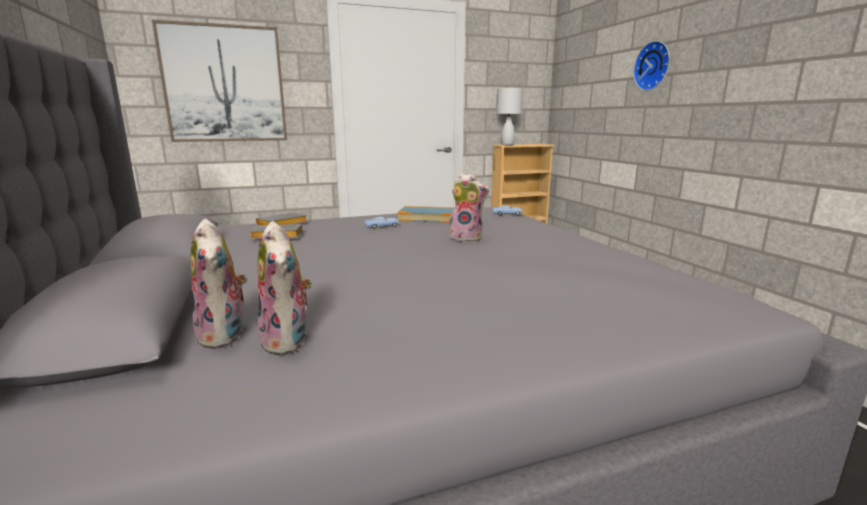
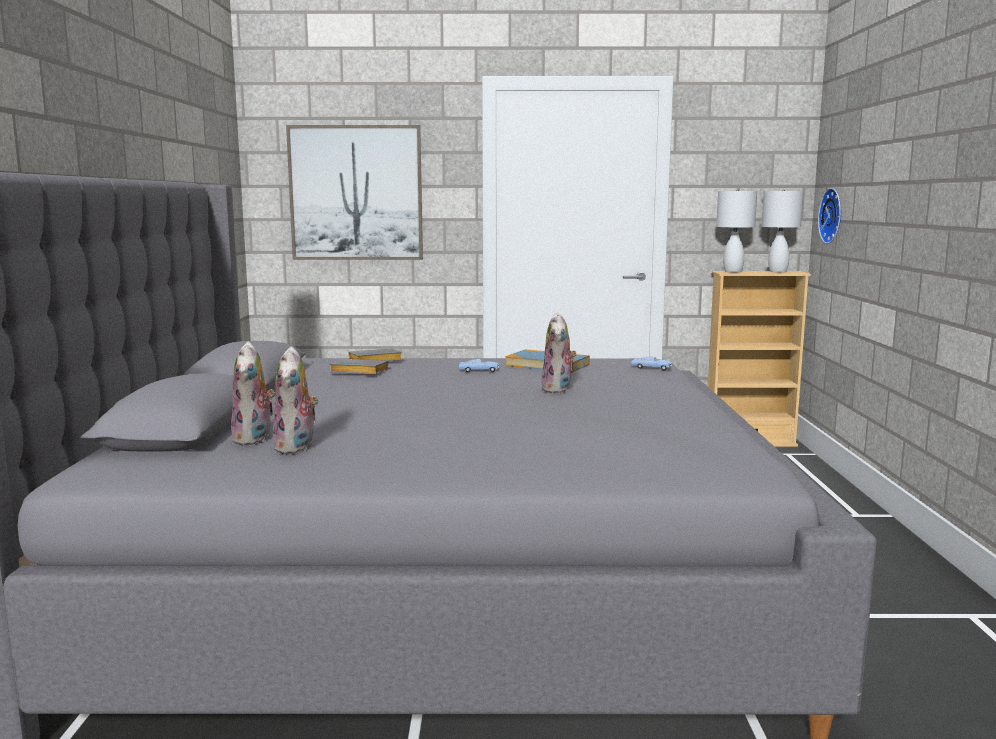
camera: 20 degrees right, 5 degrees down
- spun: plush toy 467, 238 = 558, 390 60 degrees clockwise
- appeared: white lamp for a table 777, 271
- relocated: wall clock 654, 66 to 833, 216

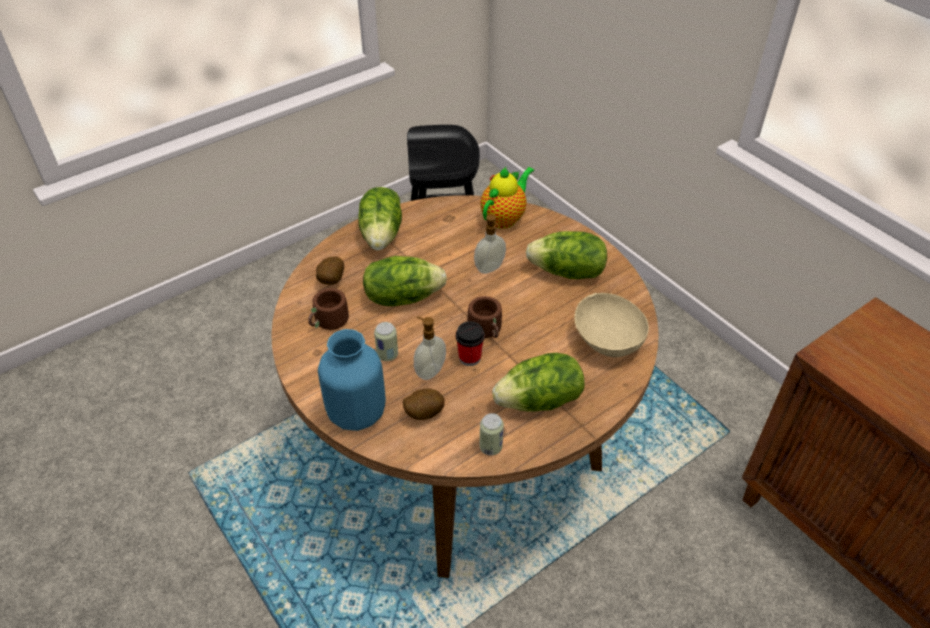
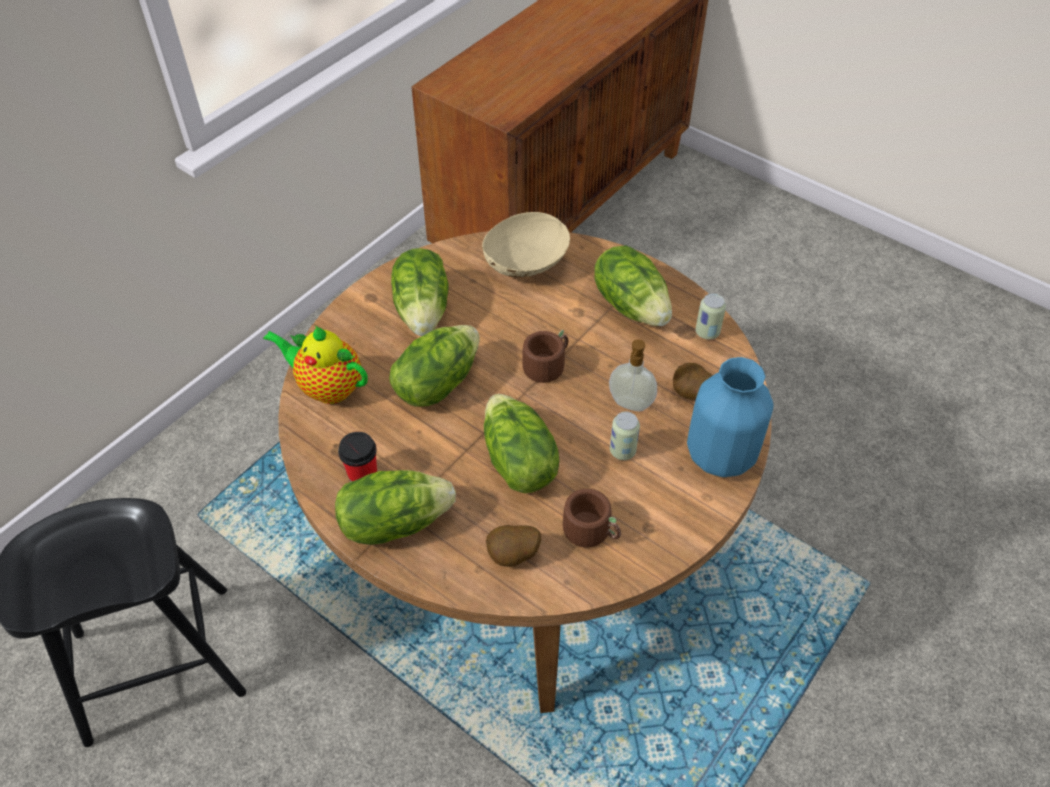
camera: 105 degrees left, 5 degrees up
- relocated: cup 469, 357 to 363, 475
- exchanged: soap bottle 490, 268 to lettuce 436, 383

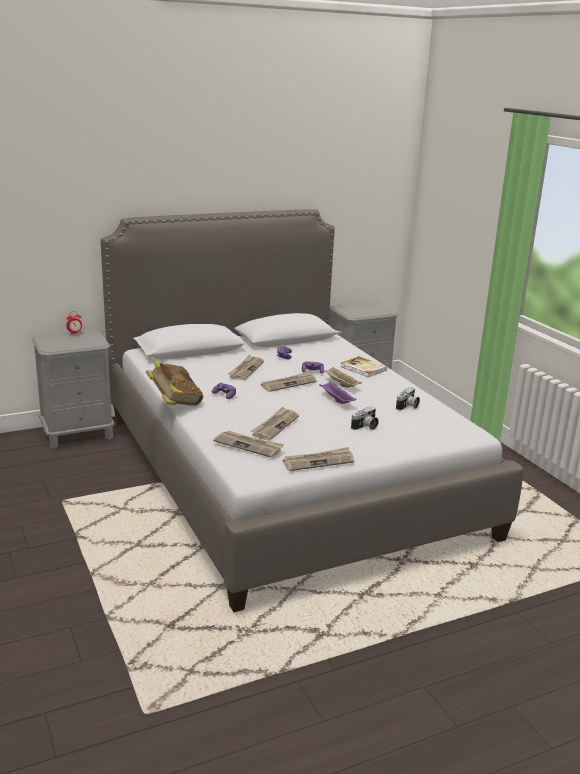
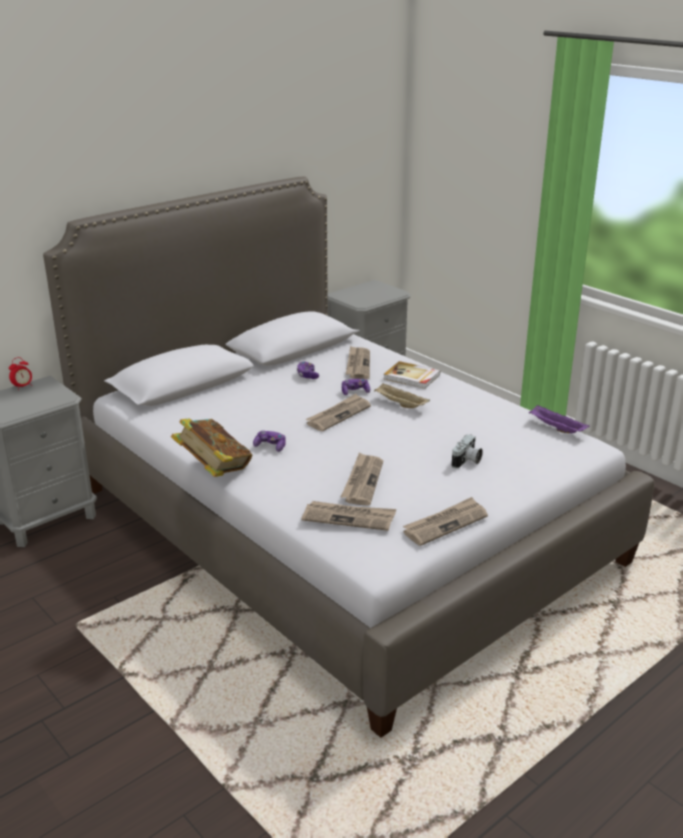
camera: 15 degrees left, 5 degrees up
- relocated: printed paper 246, 369 to 358, 364
- relocated: purplish serving tray 336, 400 to 555, 428
- missing: still camera 407, 407

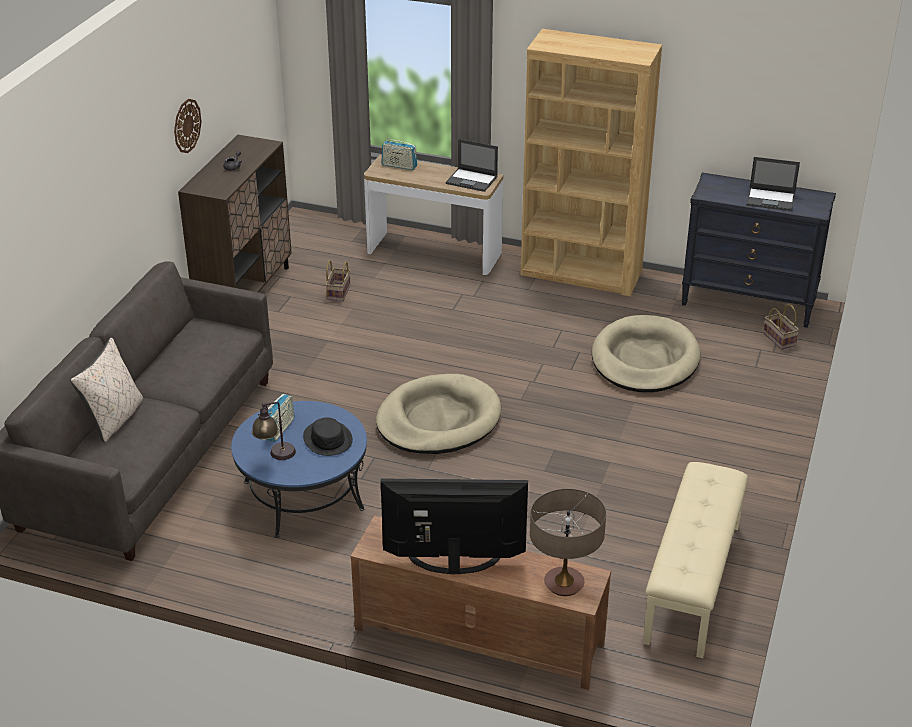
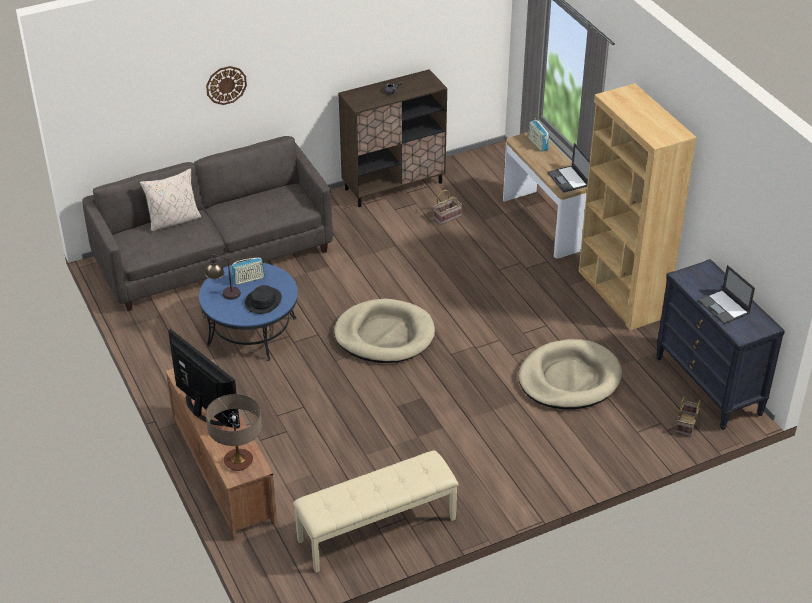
camera: 45 degrees right, 5 degrees up
- relocated: wall clock 186, 125 to 226, 85

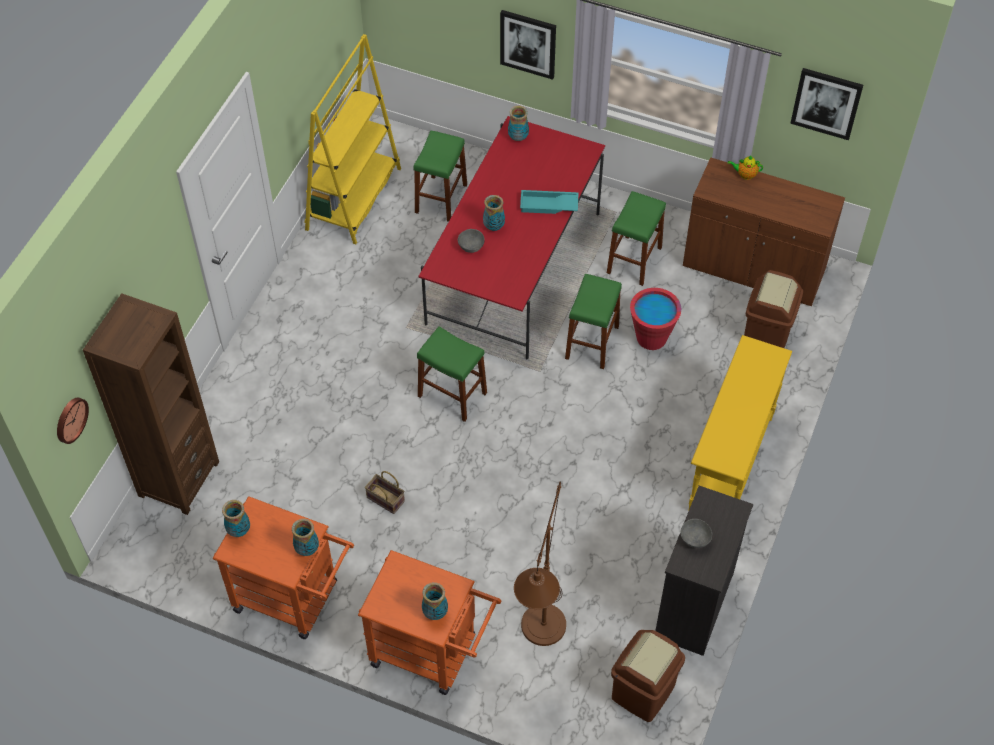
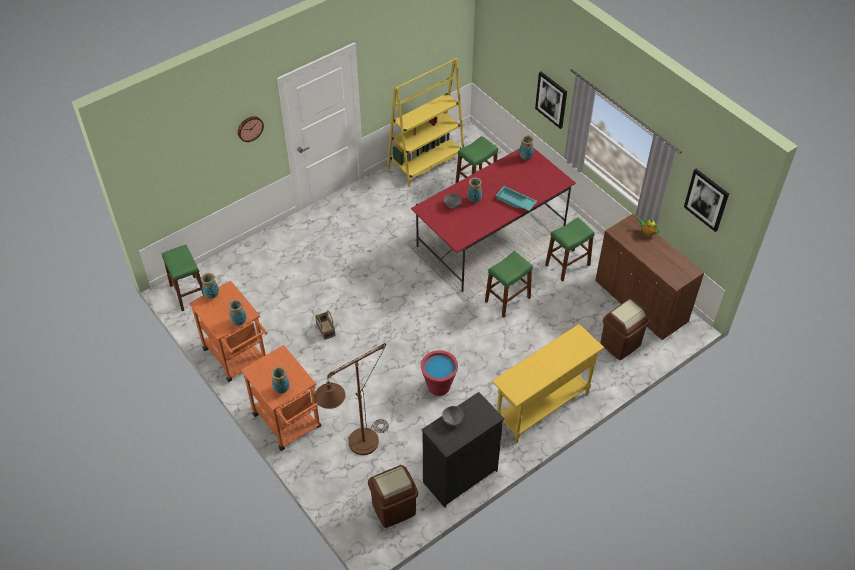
camera: 30 degrees right, 5 degrees down
- relocated: green-coloured stool 452, 394 to 188, 293
- relocated: wall clock 70, 419 to 249, 128
- relocated: red-coloured bucket 651, 337 to 439, 386
- missing: brown bookcase 178, 478

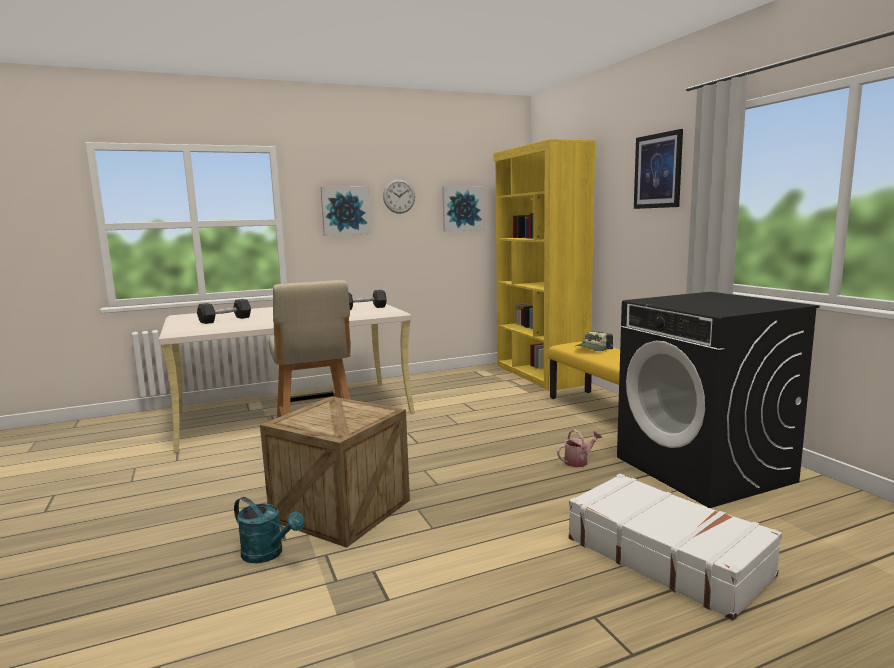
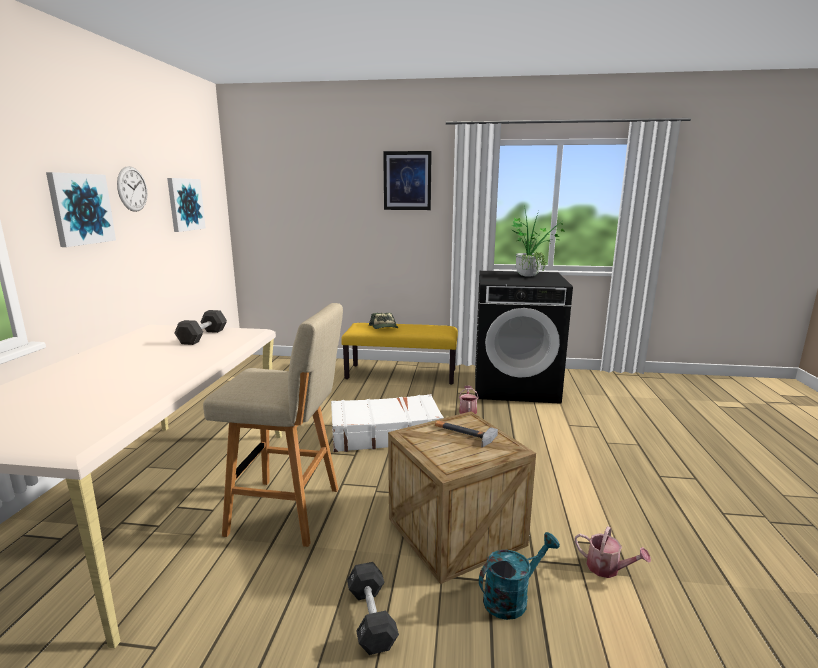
camera: 60 degrees left, 5 degrees up
- relocated: white suitcase 666, 556 to 385, 434
- relocated: black free weight 225, 320 to 371, 618
- appeared: hammer 463, 434
- appeared: plant in a pot 530, 275
- appeared: watering can 607, 568
- missing: yellow bookcase 540, 375

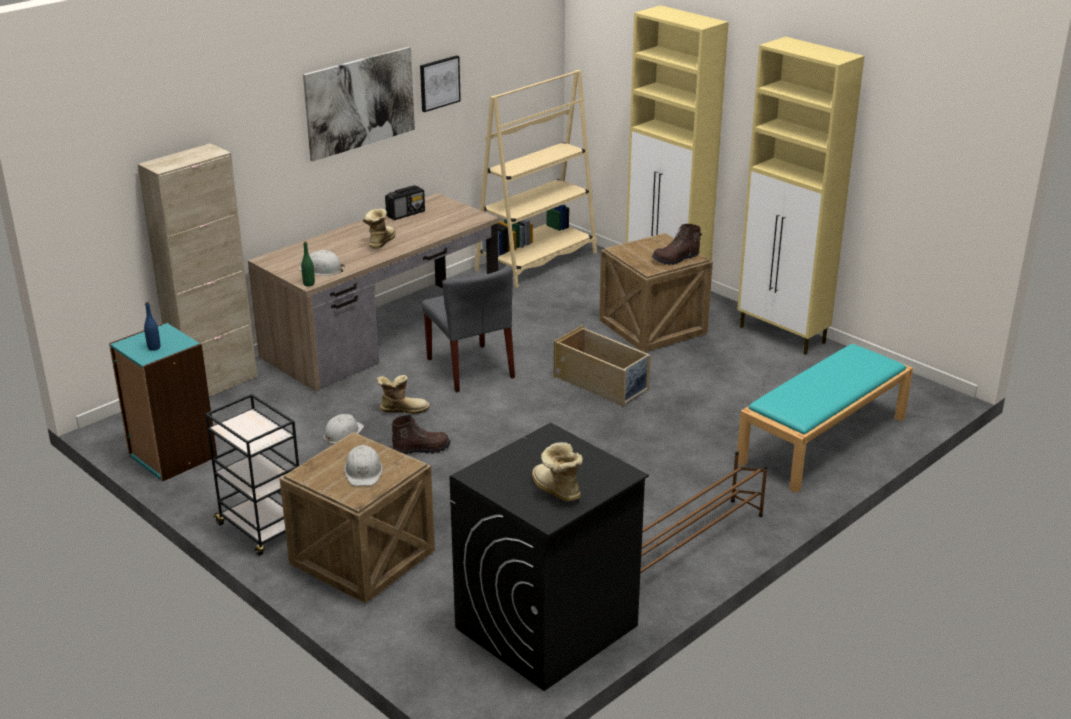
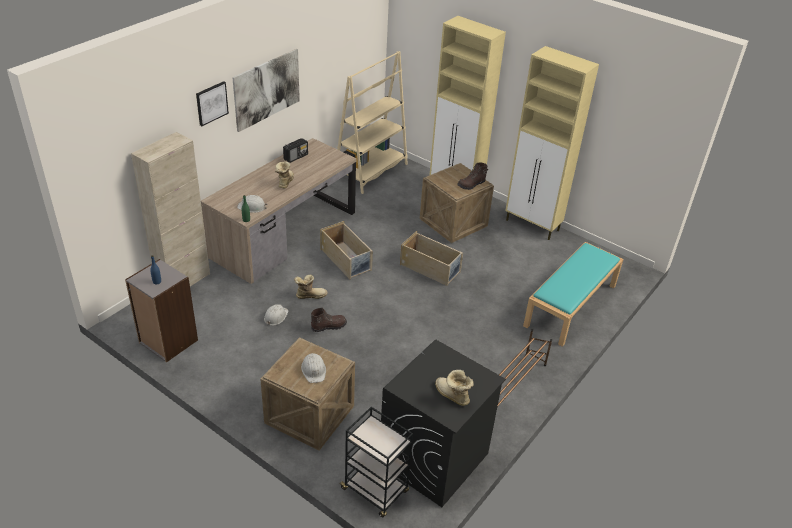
camera: 10 degrees left, 10 degrees up
- colour: blue-green bookcase 172, 456 to grey bookcase 168, 341
- relocated: picture 439, 83 to 211, 103
- exchanged: grey plain chair 470, 368 to sand-coloured storage container 346, 260
- relocated: black trolley 263, 529 to 375, 491

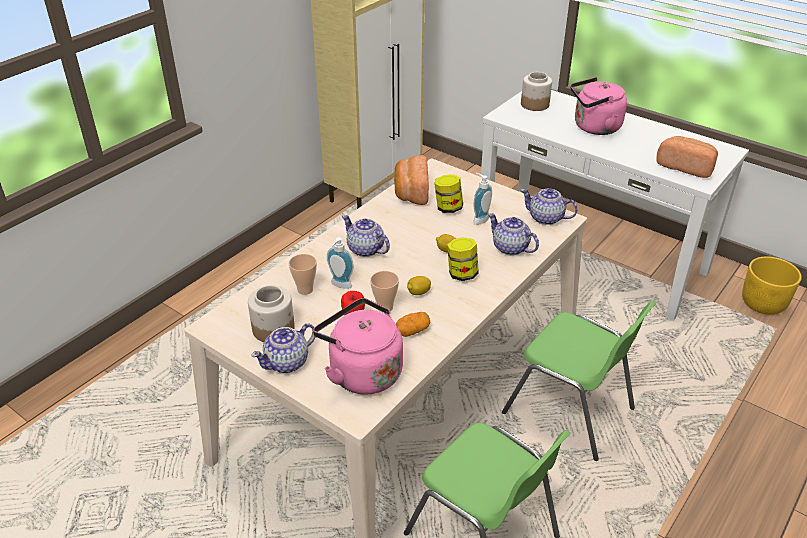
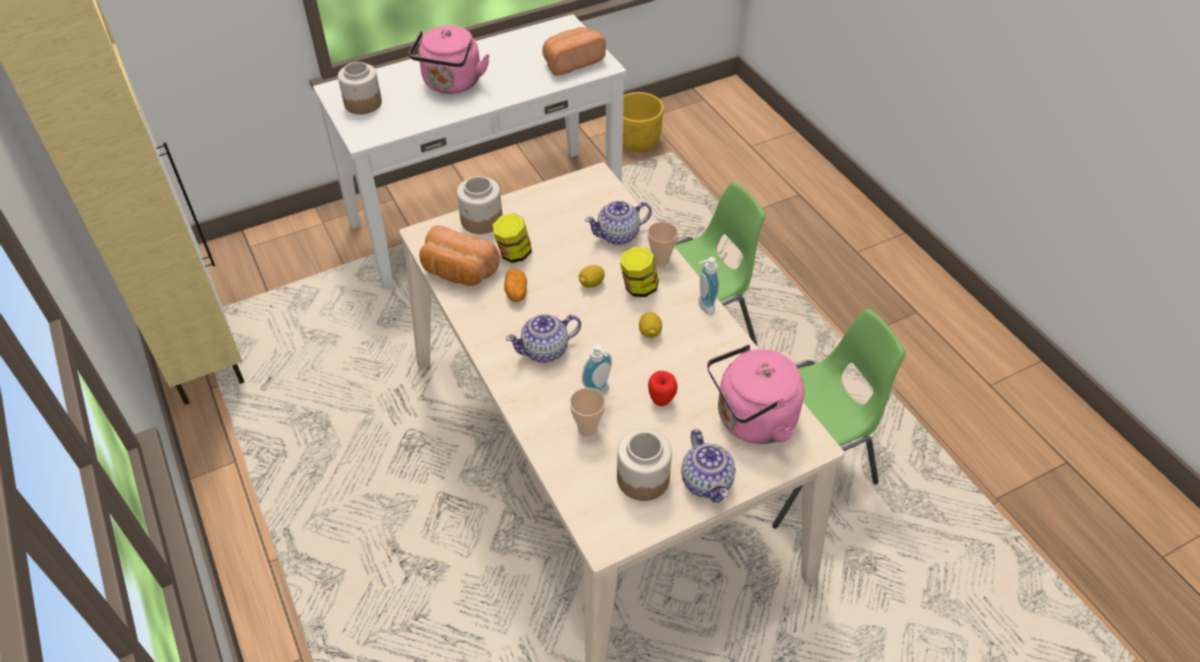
camera: 65 degrees left, 10 degrees up
- appeared: preserve jar 481, 220
- relocated: potato 412, 331 to 516, 292
- relocated: cup 385, 307 to 661, 260
- relocated: soap bottle 479, 219 to 703, 307
- missing: pot for tea 546, 218

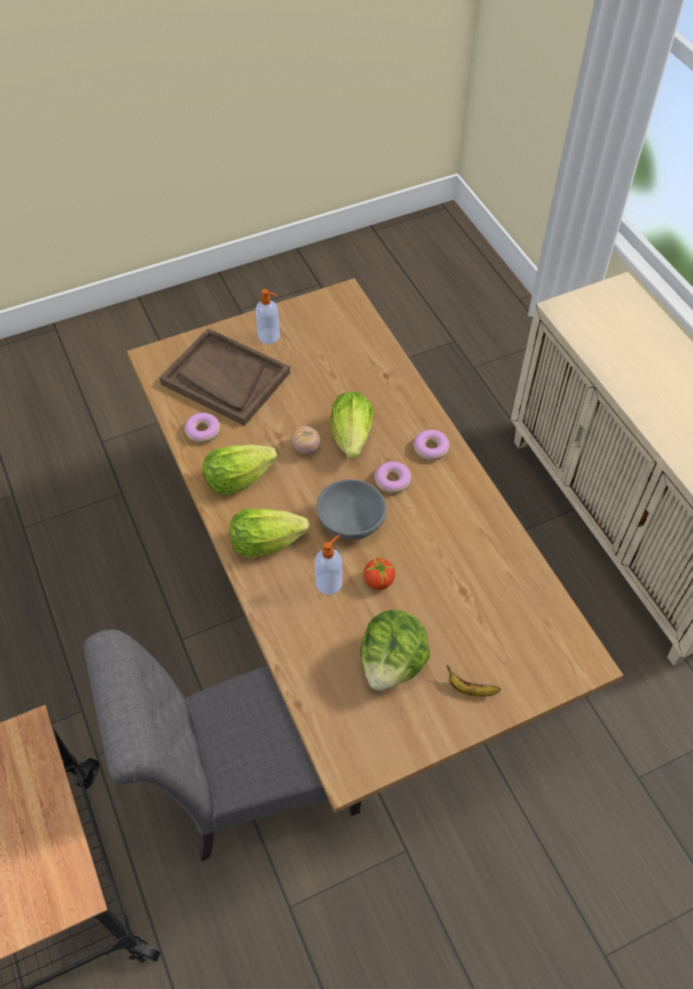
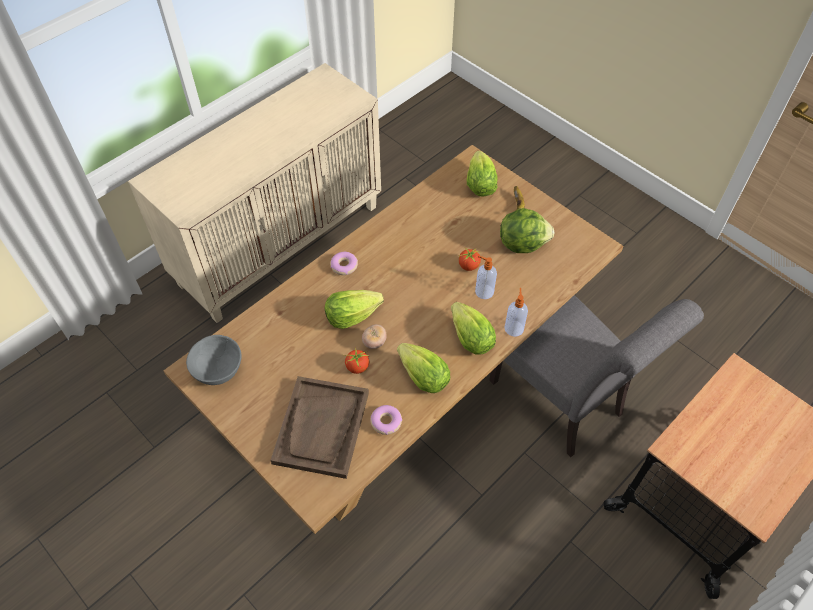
camera: 110 degrees left, 0 degrees up
- relocated: grey deep dish 351, 522 to 218, 370
- appeared: tomato 357, 367
- appeared: lettuce 480, 185
- relocated: soap bottle 270, 336 to 514, 328
- missing: doughnut 392, 480

